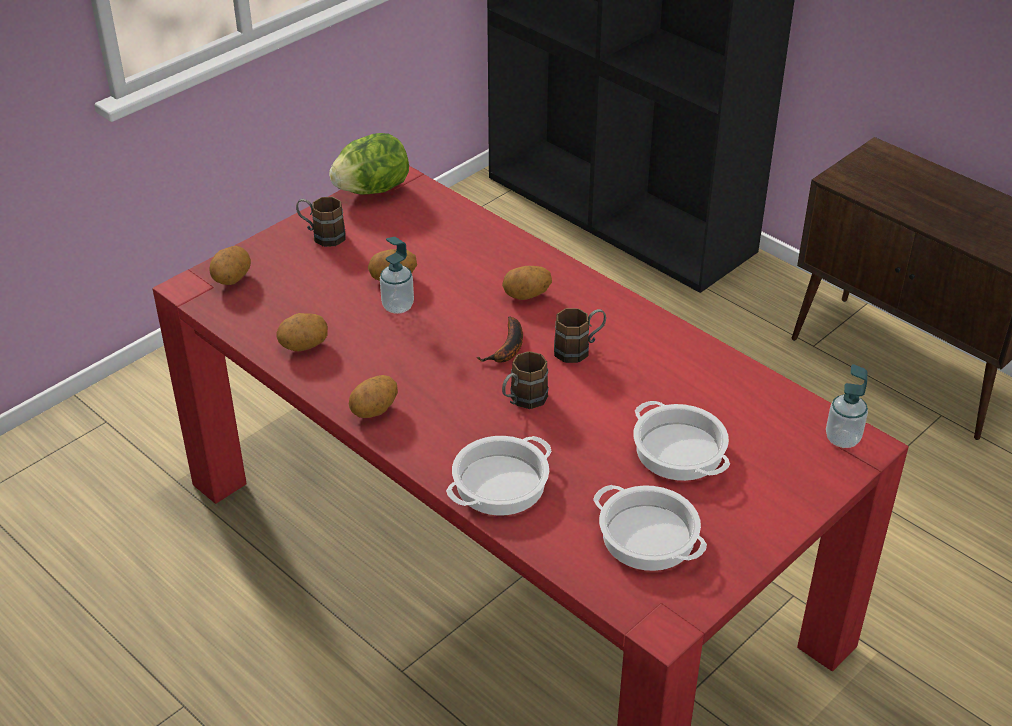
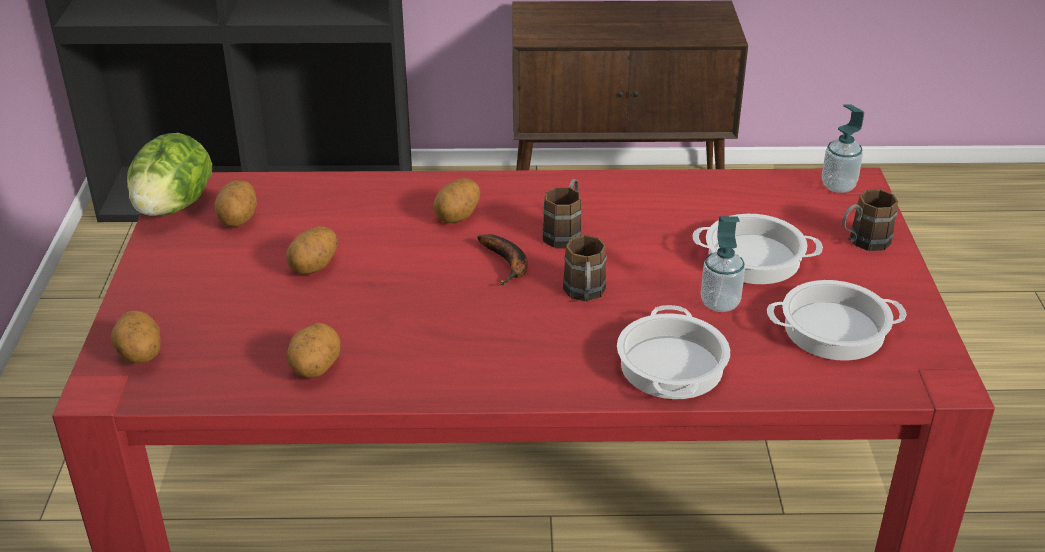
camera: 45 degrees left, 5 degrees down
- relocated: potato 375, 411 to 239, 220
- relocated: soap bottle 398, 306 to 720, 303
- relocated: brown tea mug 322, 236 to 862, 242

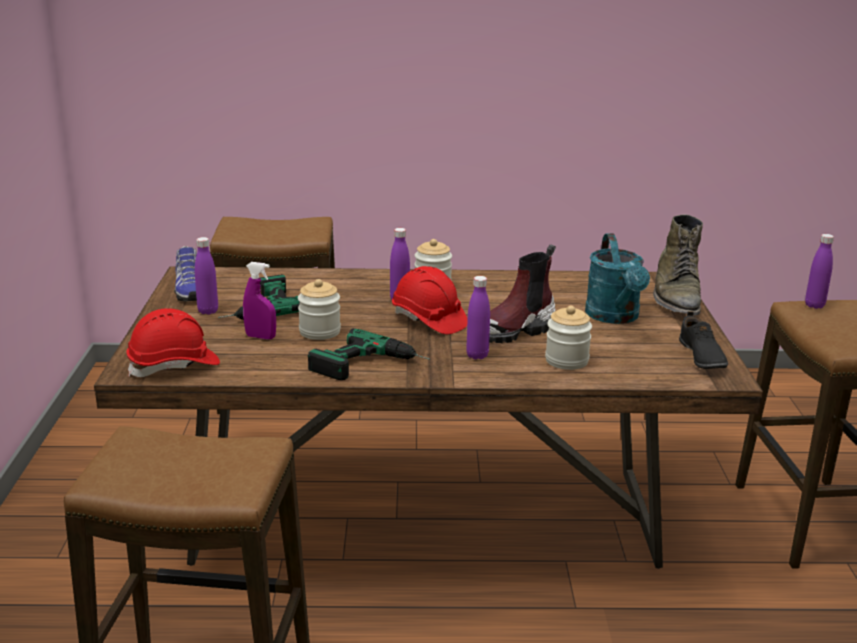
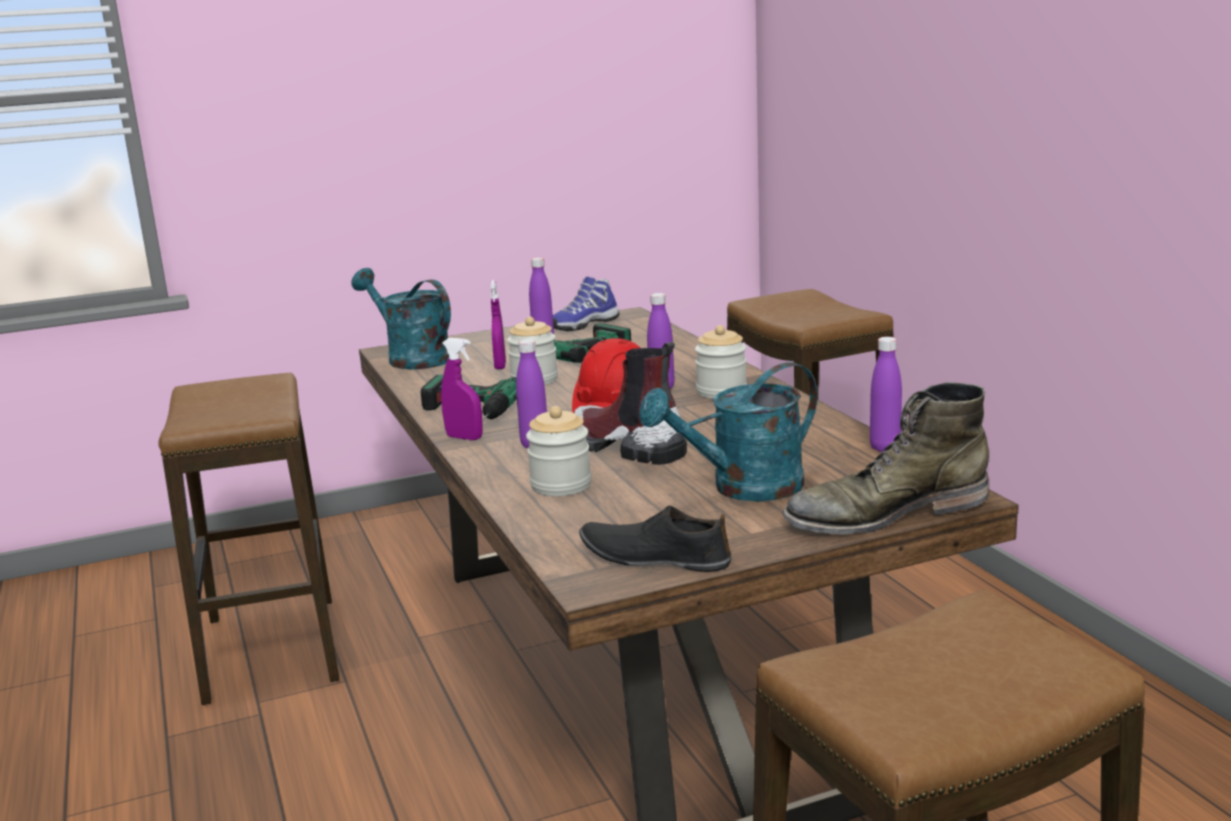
camera: 70 degrees right, 5 degrees down
- exchanged: red-coloured work helmet 174, 366 to blue-green watering can 411, 358
- appeared: purplish sprayer 464, 438
- spun: black shoe 701, 356 = 654, 557 45 degrees clockwise
- relocated: purplish bottle 814, 305 to 885, 448

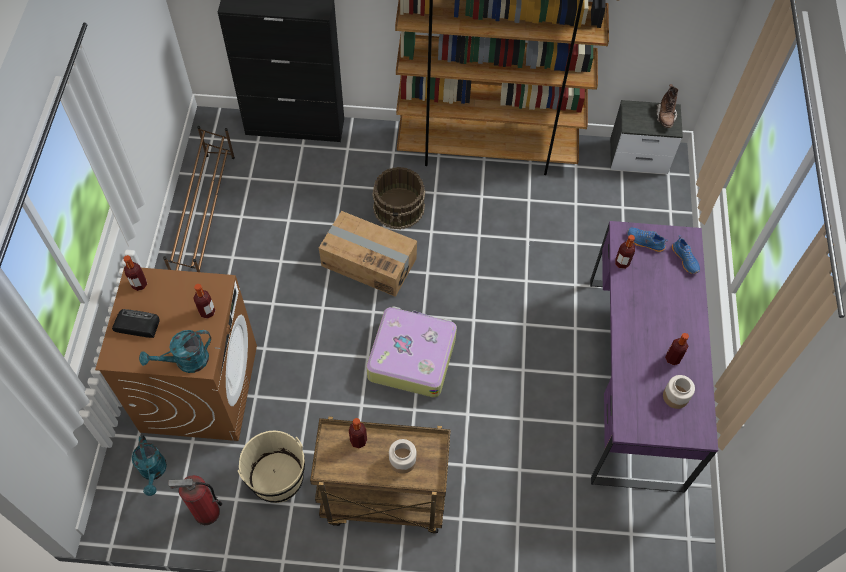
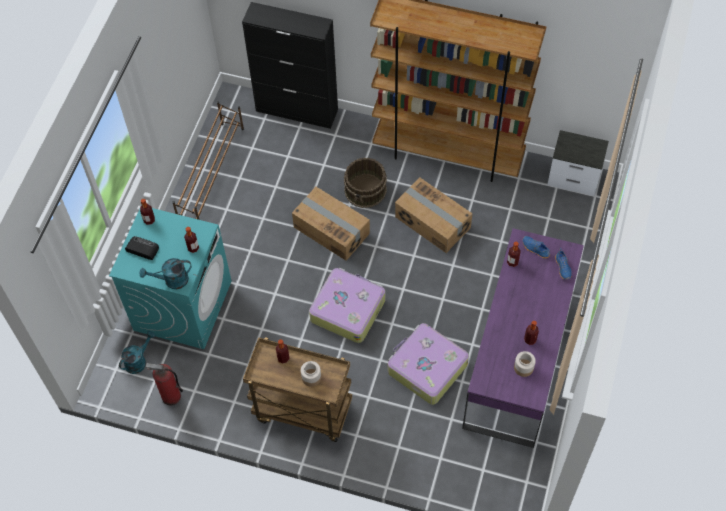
camera: 15 degrees right, 0 degrees up
- colour: brown laundry machine 199, 387 to blue-green laundry machine 183, 305
- spun: blue-green watering can 153, 472 = 138, 360 135 degrees counterclockwise
- appeared: suitcase 426, 368
- appeared: packing box 432, 222
- missing: sand-coloured bucket 277, 477
- missing: brown high-top boot 665, 116

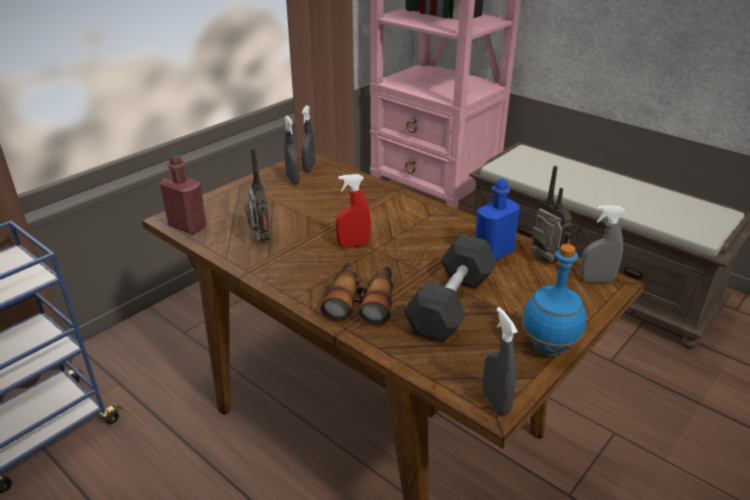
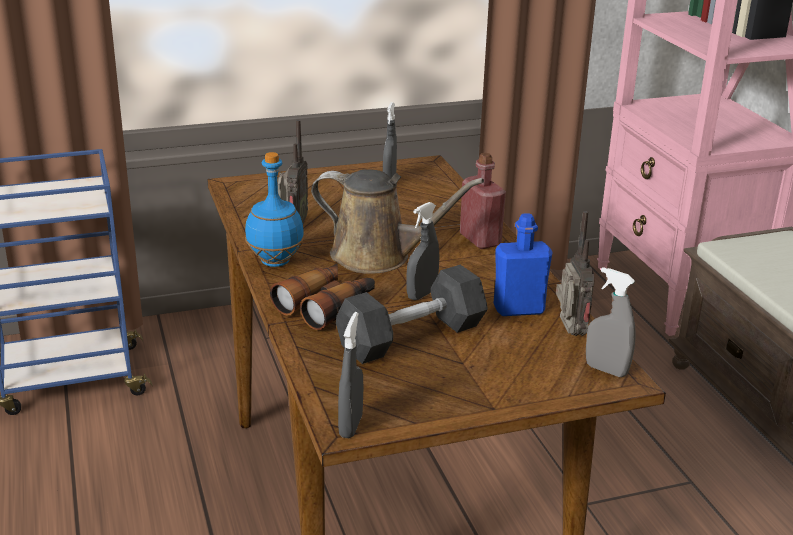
camera: 30 degrees right, 5 degrees down
- relocated: blue-coloured bottle 547, 347 to 274, 261
- exchanged: red-coloured sprayer 353, 245 to brown watering can 378, 256
- relocated: grey sprayer 309, 168 to 422, 294
- relocated: red-coloured bottle 188, 226 to 480, 240

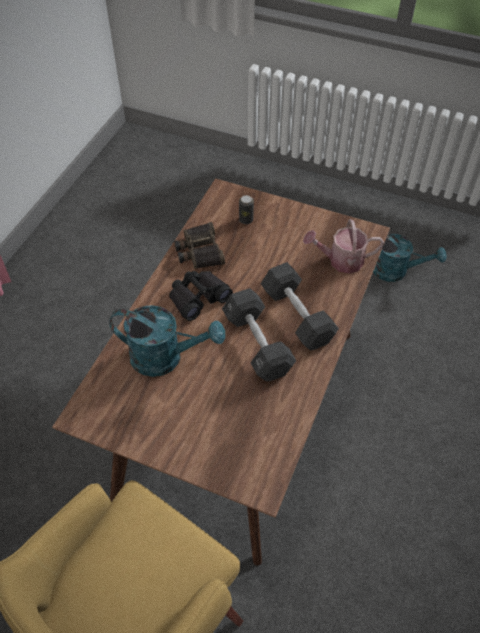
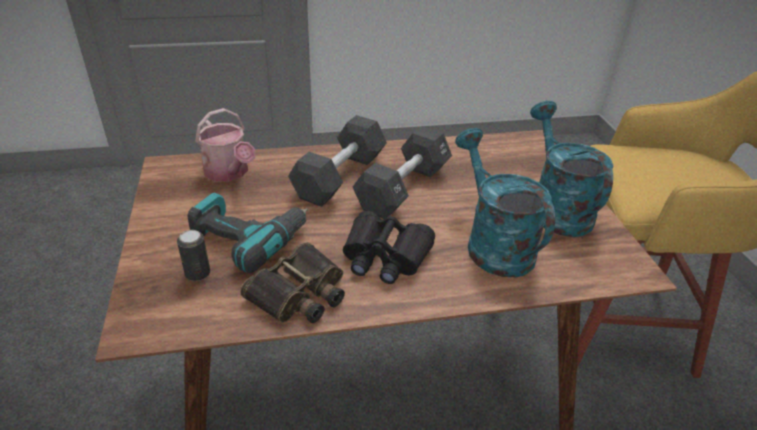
camera: 125 degrees left, 15 degrees down
- appeared: drill 248, 237
- relocated: blue-green watering can 396, 271 to 555, 207

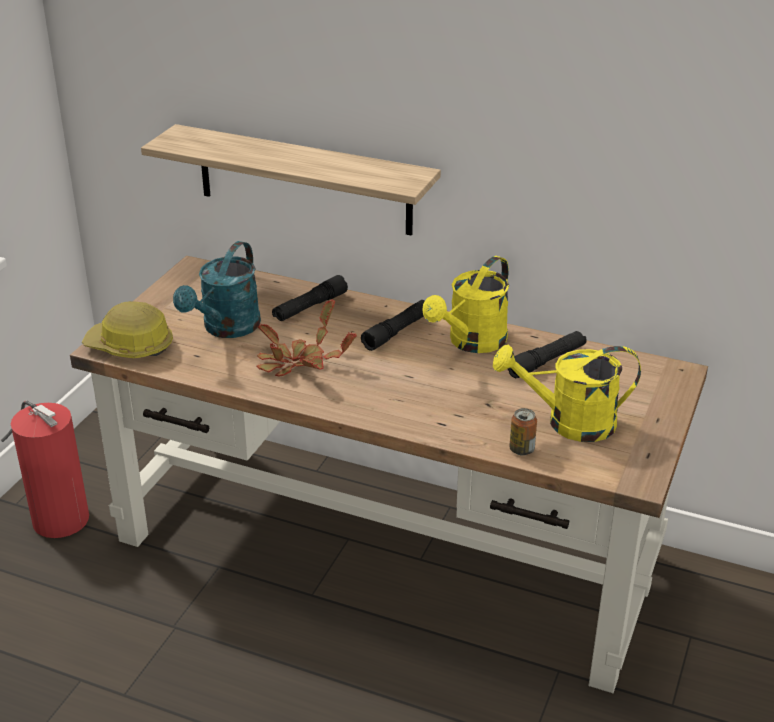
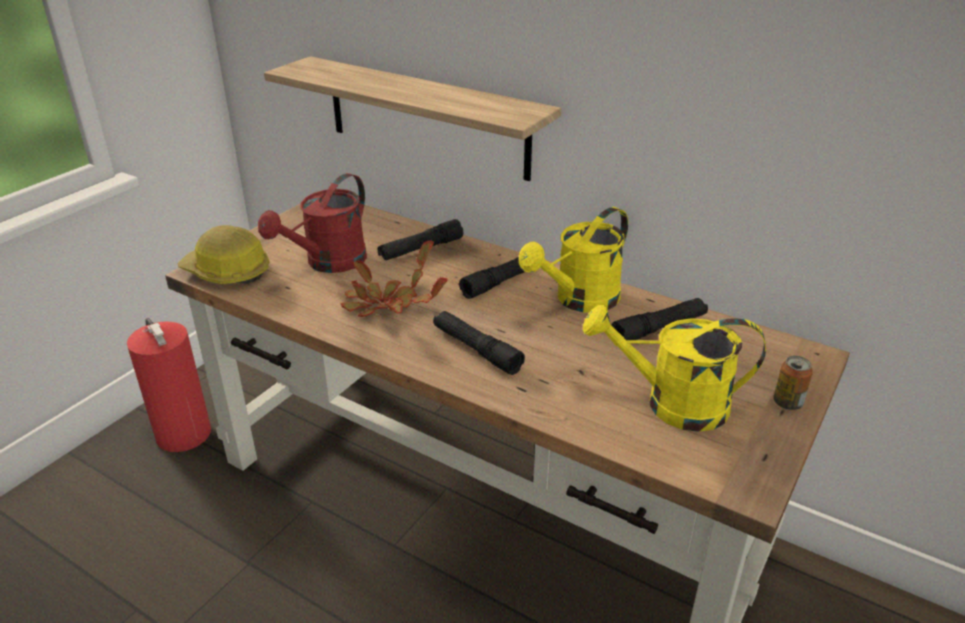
camera: 10 degrees right, 0 degrees up
- colour: blue-green watering can 226, 329 to red-coloured watering can 329, 263
- appeared: black torch 476, 350
- relocated: sealed can 521, 449 to 787, 403

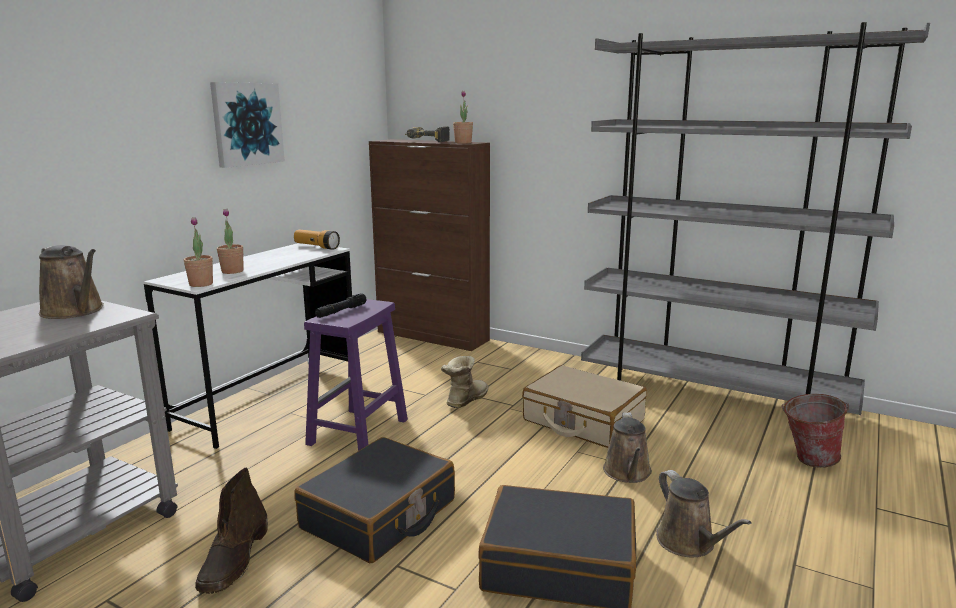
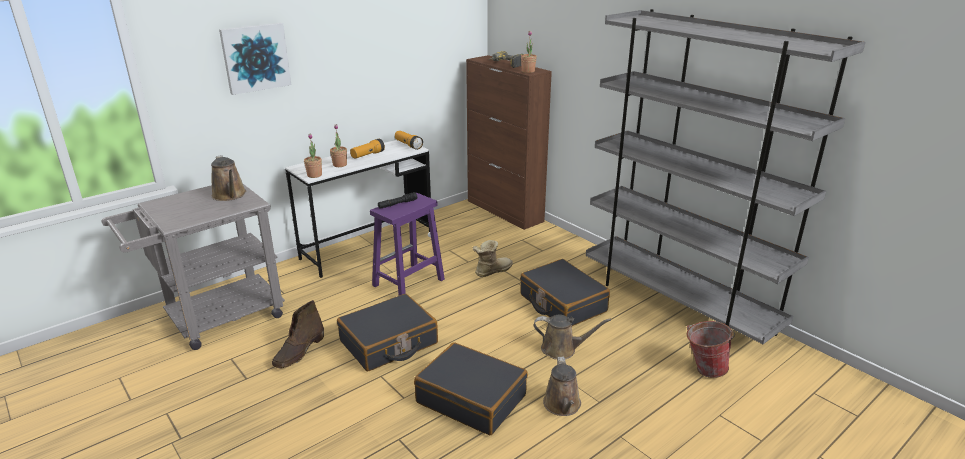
camera: 20 degrees right, 10 degrees up
- relocated: picture 247, 124 to 255, 58
- appeared: torch 367, 155
- colour: sand-coloured suitcase 582, 420 to black suitcase 562, 303
- spun: brown watering can 627, 473 = 562, 349 105 degrees counterclockwise

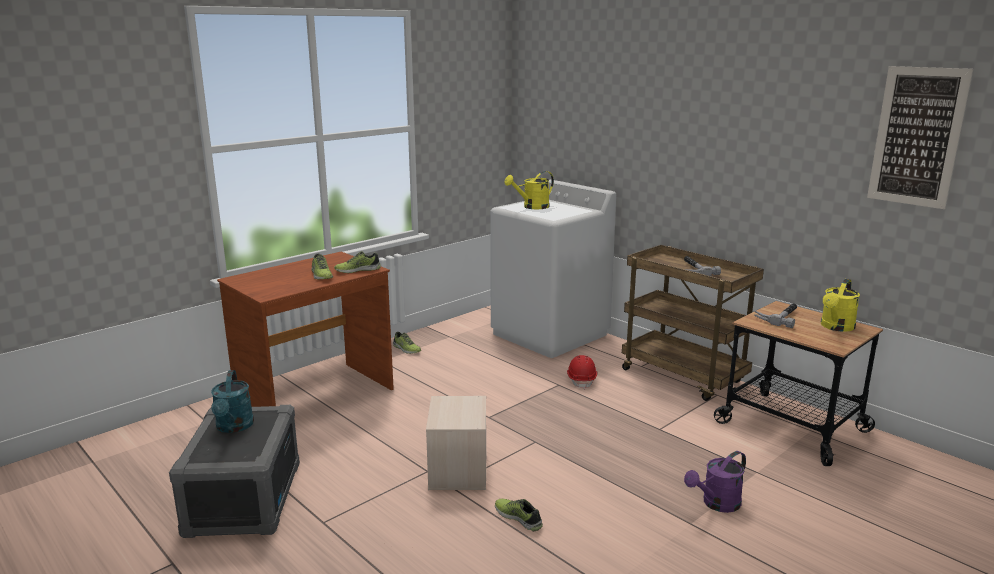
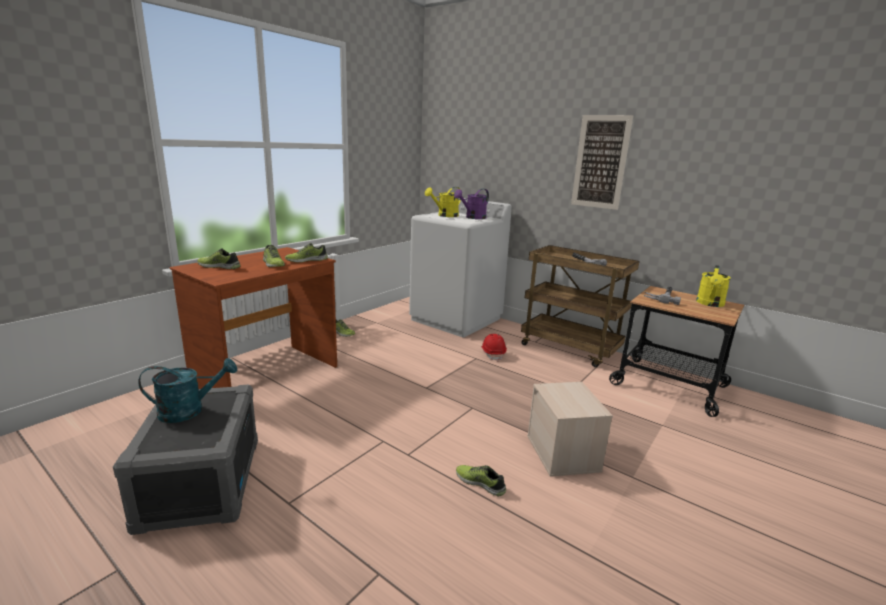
camera: 10 degrees left, 0 degrees up
- spun: blue-green watering can 234, 427 = 189, 410 90 degrees counterclockwise
- appeared: shoe 219, 267
- relocated: purplish watering can 716, 504 to 473, 218
- relocated: sand-coloured storage container 459, 471 to 564, 453
- relocated: picture 917, 137 to 600, 162

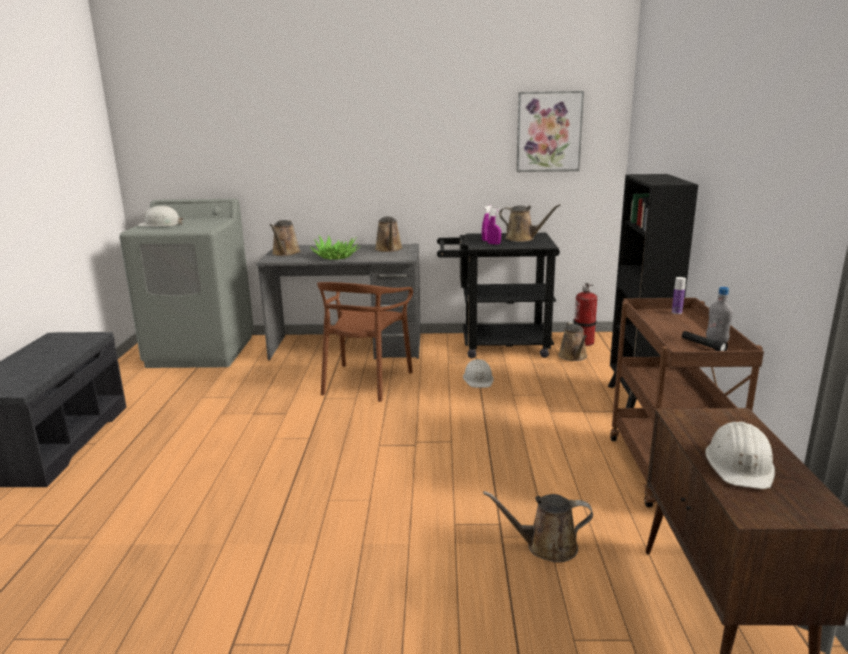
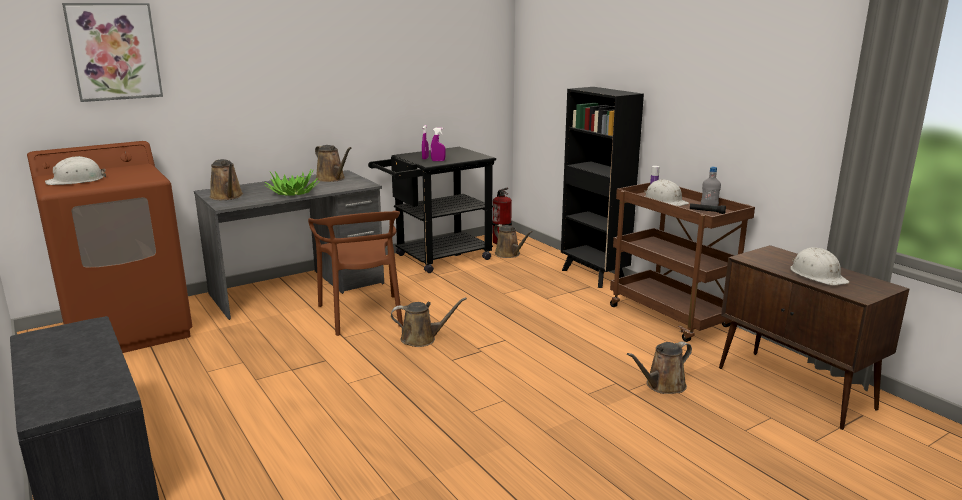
camera: 35 degrees left, 0 degrees up
- colour: grey laundry machine 201, 351 to brown laundry machine 128, 330
- relocated: picture 549, 132 to 114, 51
- relocated: brown watering can 522, 239 to 422, 339
- relocated: white work helmet 478, 379 to 665, 201

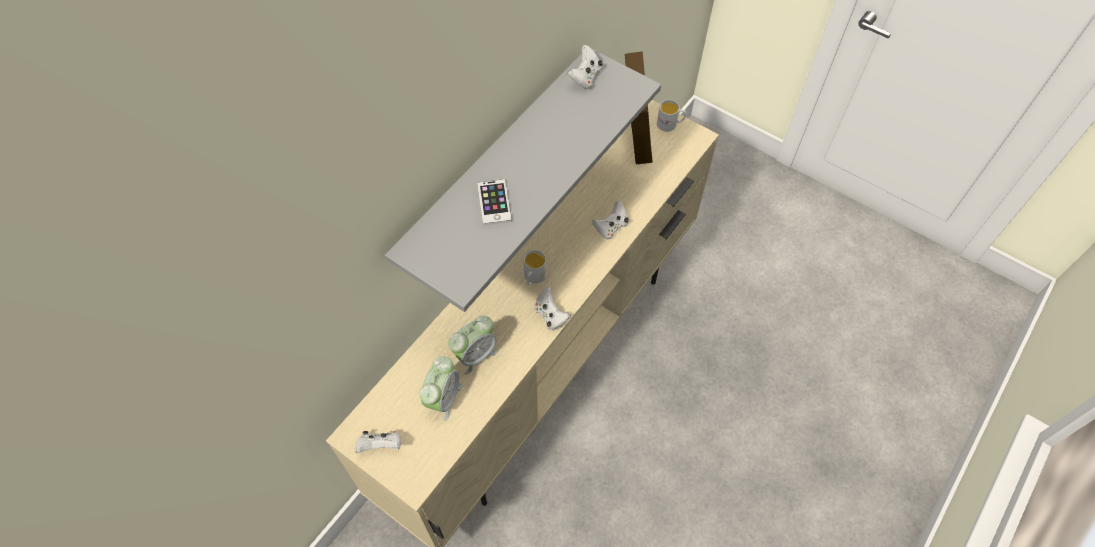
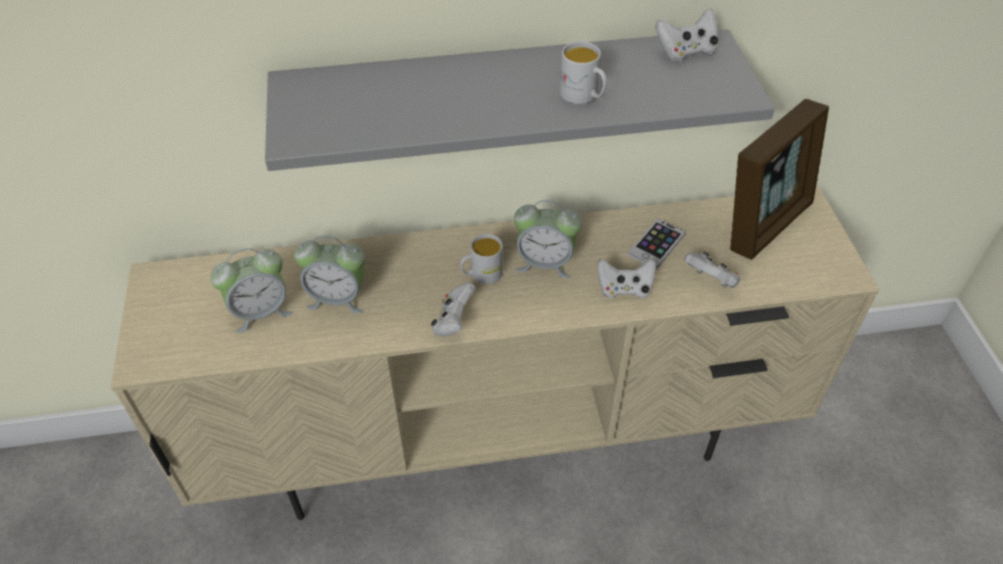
camera: 45 degrees right, 10 degrees down
- appeared: table clock 545, 263
- relocated: white tea mug 670, 124 to 583, 96
- relocated: phone 494, 202 to 656, 244
- relocated: white game controller 381, 445 to 710, 280

